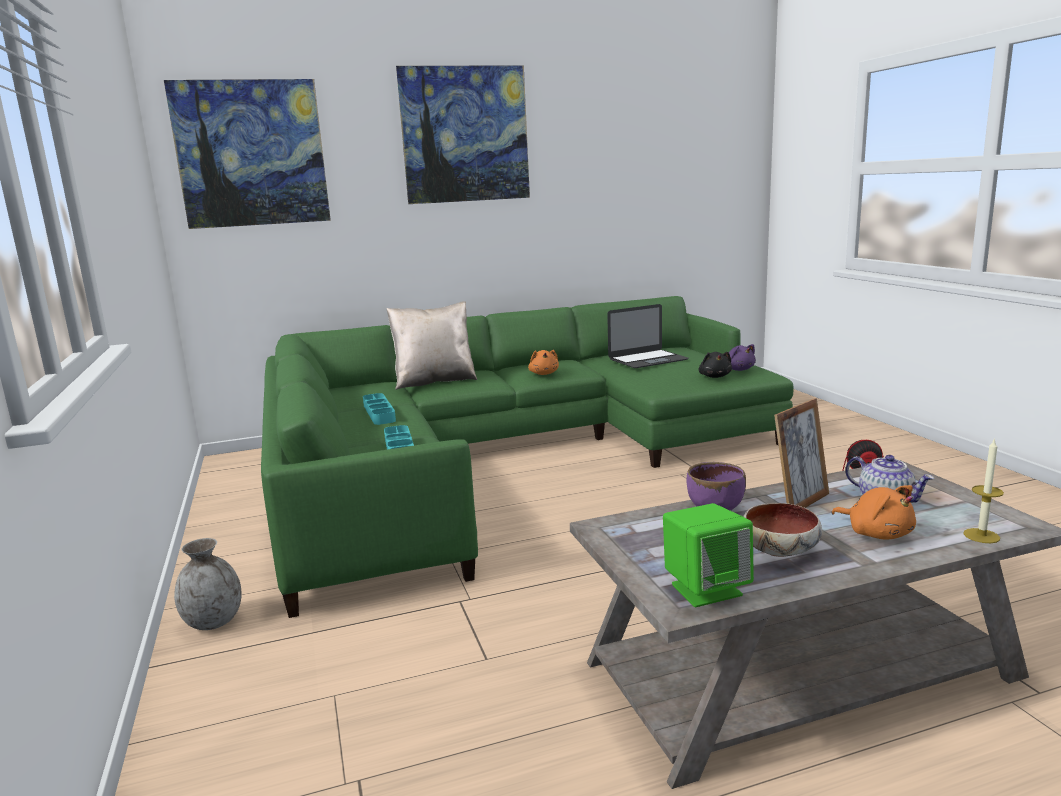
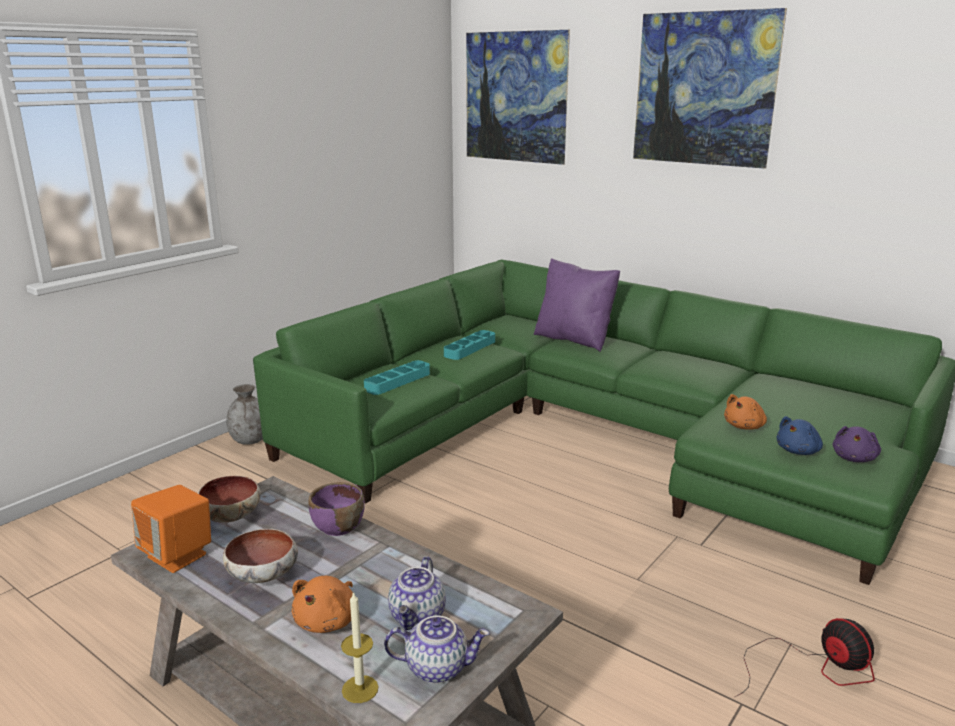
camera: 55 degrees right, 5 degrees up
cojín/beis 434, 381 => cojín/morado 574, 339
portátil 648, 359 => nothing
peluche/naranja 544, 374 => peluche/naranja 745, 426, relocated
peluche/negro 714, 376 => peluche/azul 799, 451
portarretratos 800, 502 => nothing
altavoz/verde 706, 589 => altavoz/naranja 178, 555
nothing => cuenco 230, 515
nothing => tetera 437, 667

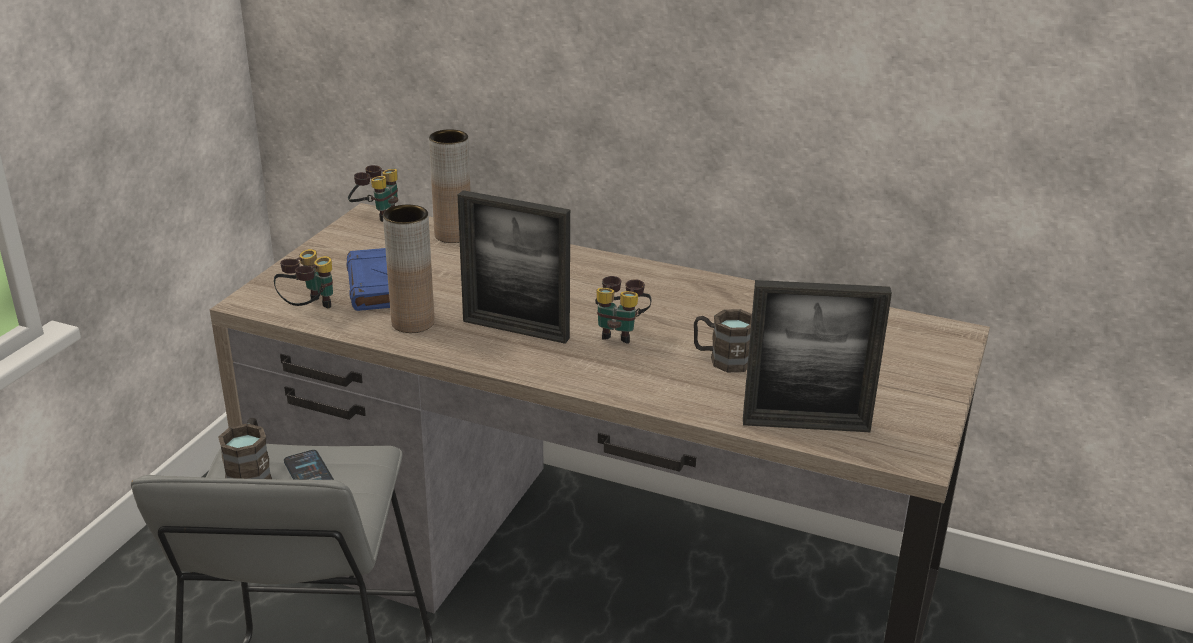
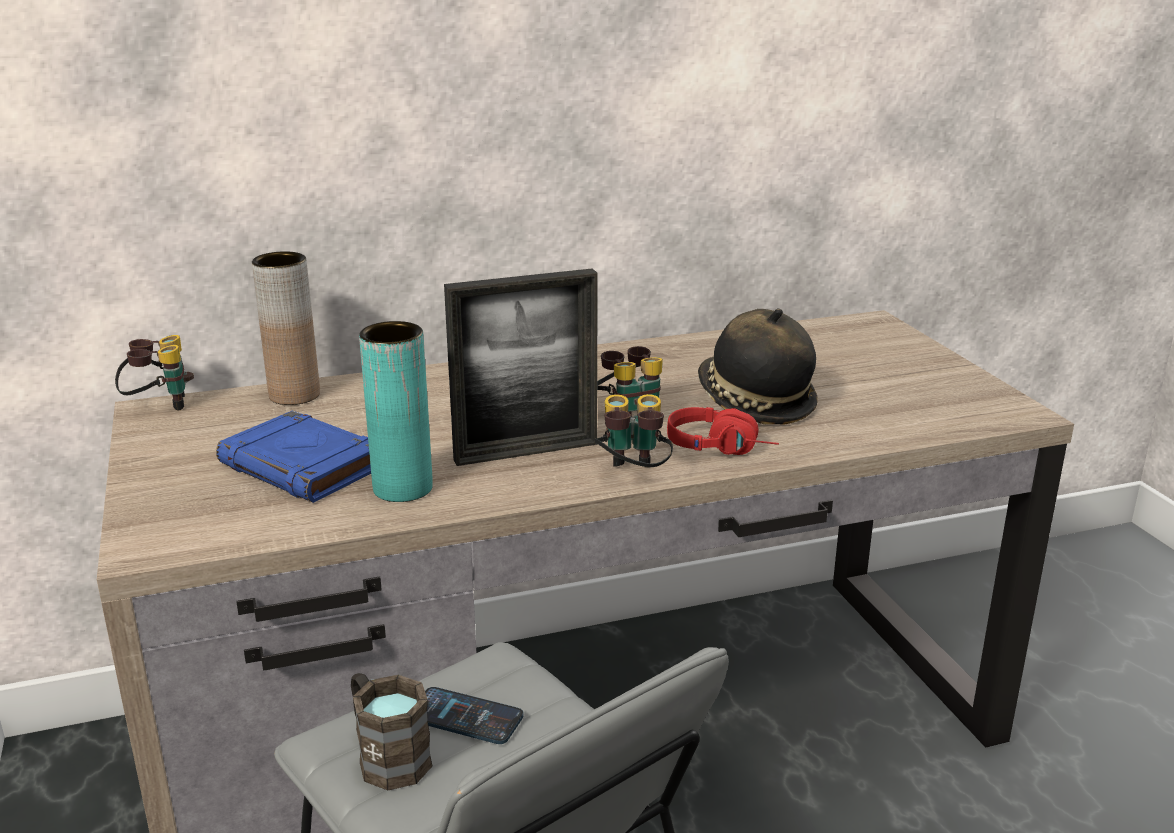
camera: 40 degrees left, 5 degrees down
florero/marrón 413, 323 => florero/turquesa 403, 488
prismáticos 308, 309 => prismáticos 632, 475, relocated
portarretratos 806, 425 => nothing
taza grande/marrón 722, 359 => sombrero 753, 403
nothing => auriculares/rojo 722, 448

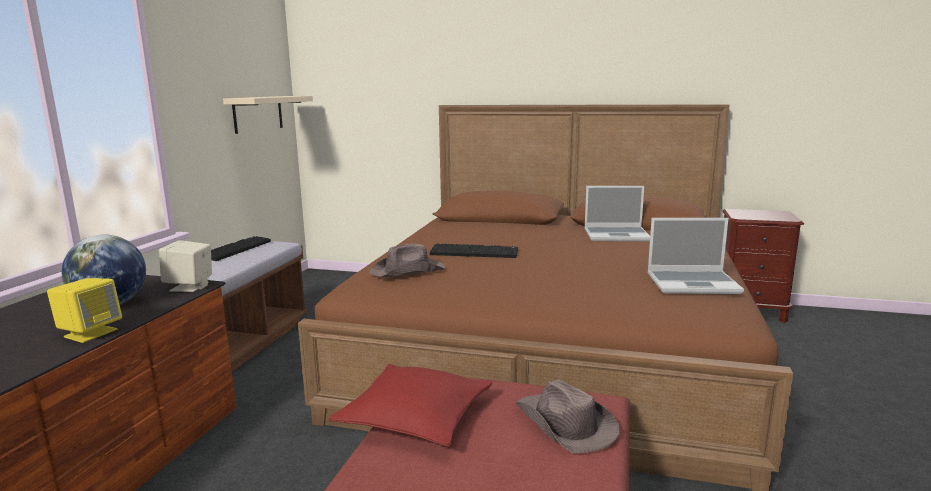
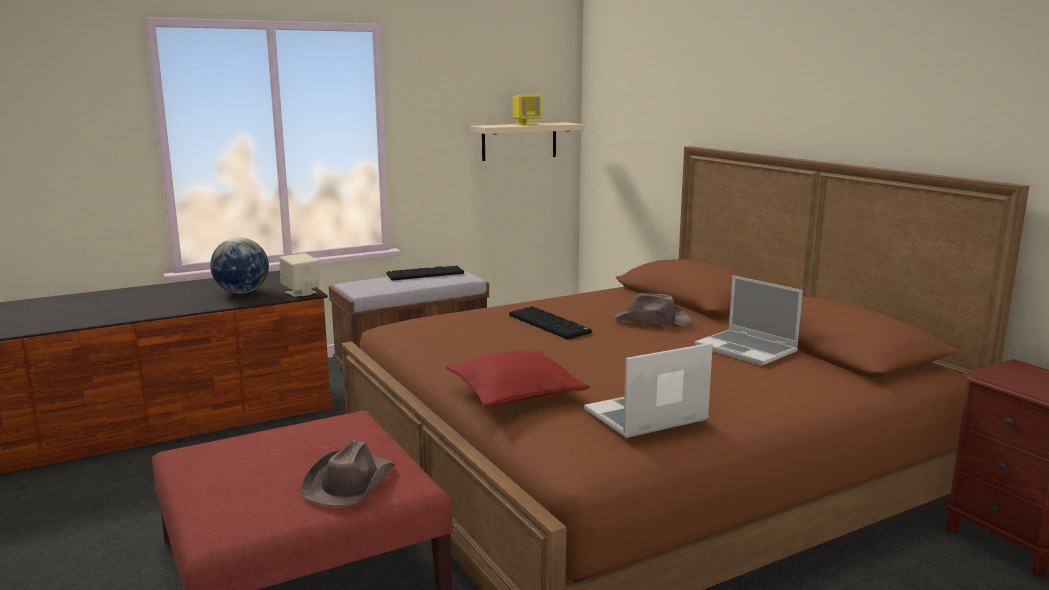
camera: 45 degrees right, 0 degrees up
portátil 693, 283 => portátil 645, 417, 105 degrees clockwise
sombrero/marrón 408, 271 => sombrero/marrón 652, 321, relocated
altavoz/amarillo 90, 333 => altavoz/amarillo 526, 124, relocated
cojín/rojo 415, 417 => cojín/rojo 515, 393, relocated

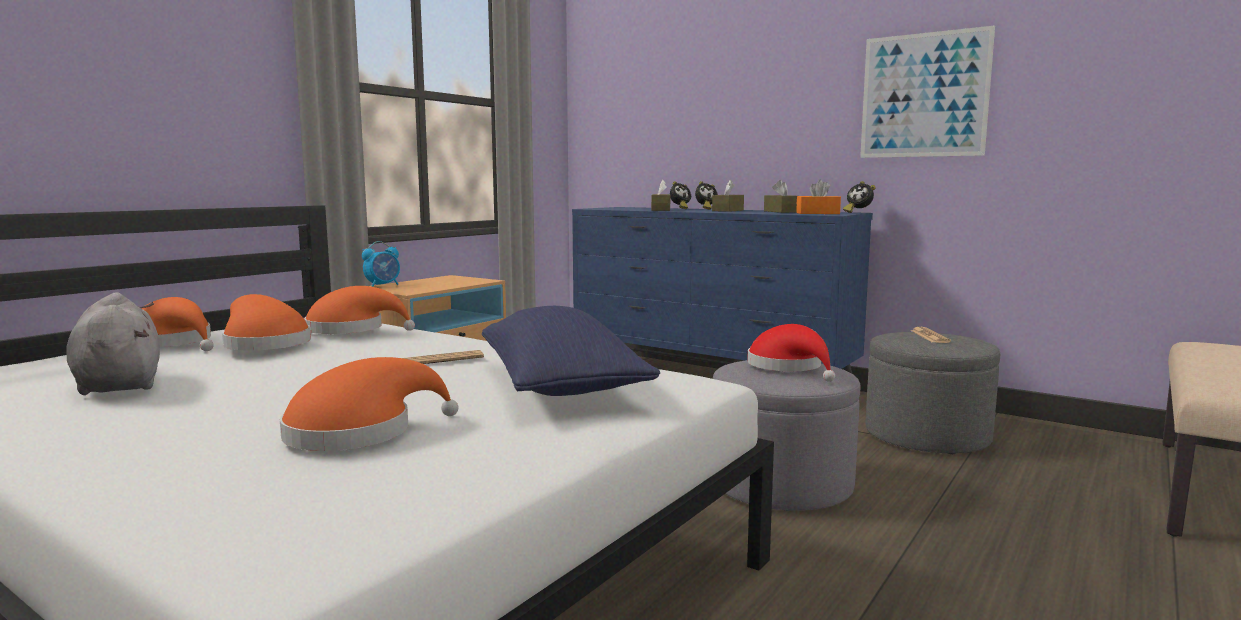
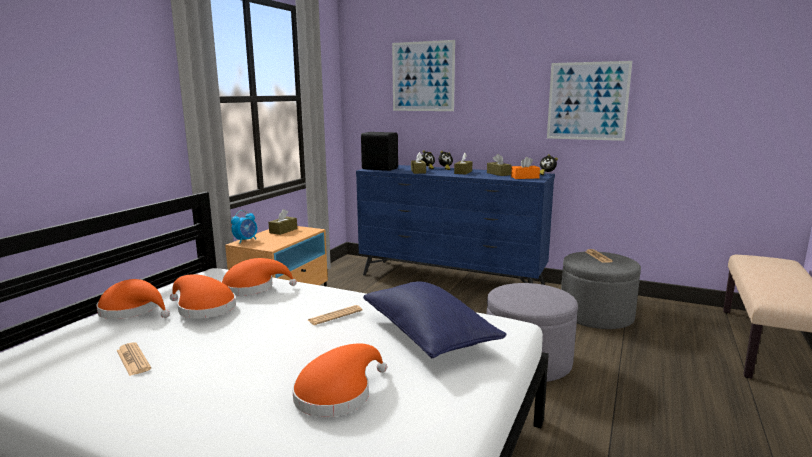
camera: 10 degrees left, 5 degrees up
peluche/gris 119, 384 => periódico 133, 359
sombrero/rojo 788, 367 => nothing
nothing => cuadro 423, 76
nothing => altavoz/negro 379, 169
nothing => caja de pañuelos/marrón 283, 231

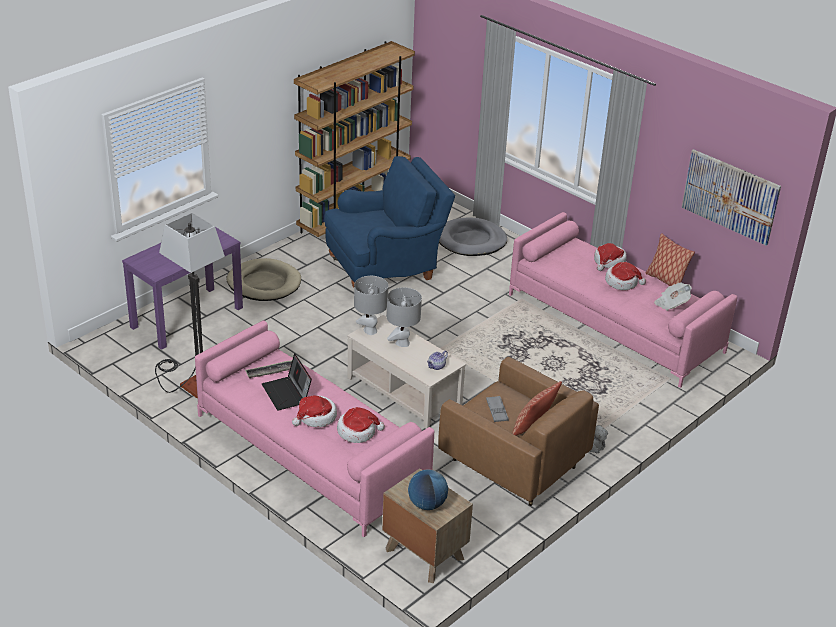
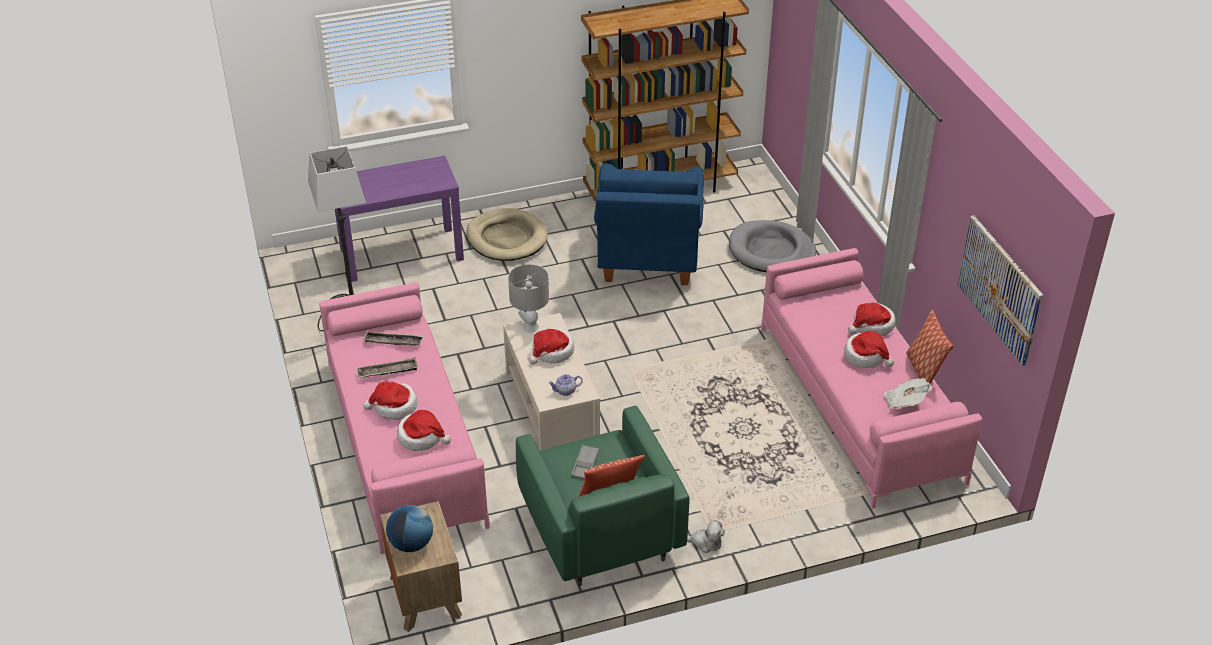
camera: 30 degrees right, 5 degrees up
sillón/azul 386, 268 => sillón/azul 648, 258, 90 degrees clockwise
lámpara de mesa/gris 402, 343 => sombrero 552, 352
portátil 287, 394 => bandeja 388, 371
sillón/marrón 514, 464 => sillón/verde 600, 532

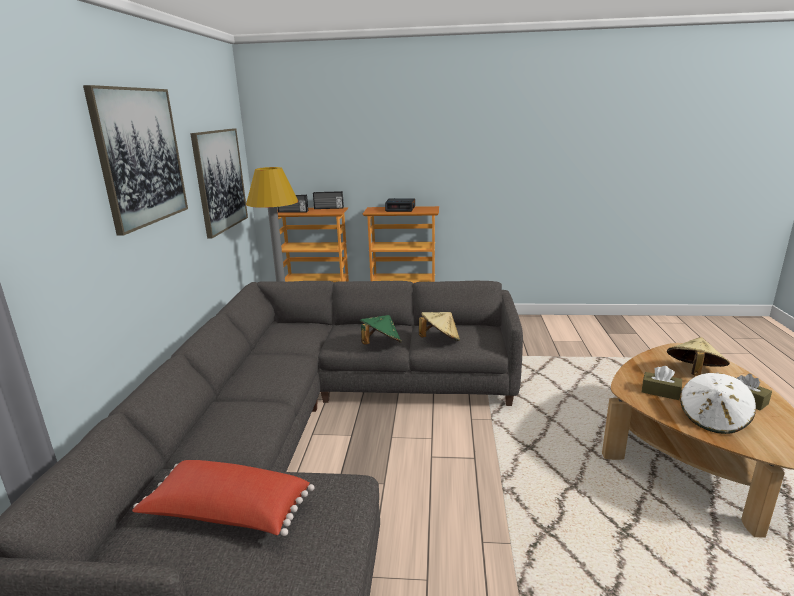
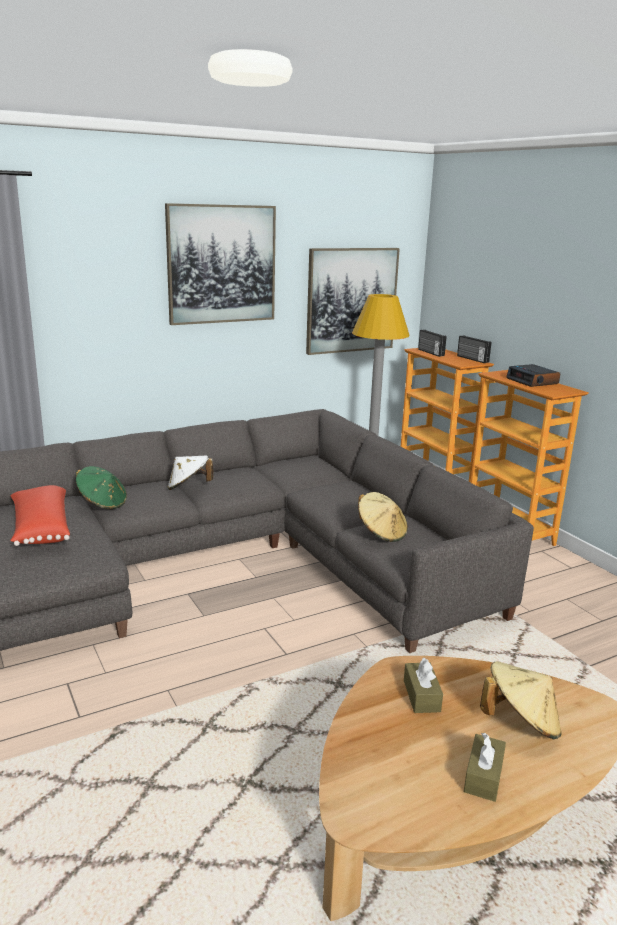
camera: 55 degrees right, 0 degrees up
sombrero/verde 380, 344 => sombrero/verde 102, 503, relocated
sombrero/blanco 713, 419 => sombrero/blanco 189, 487, relocated

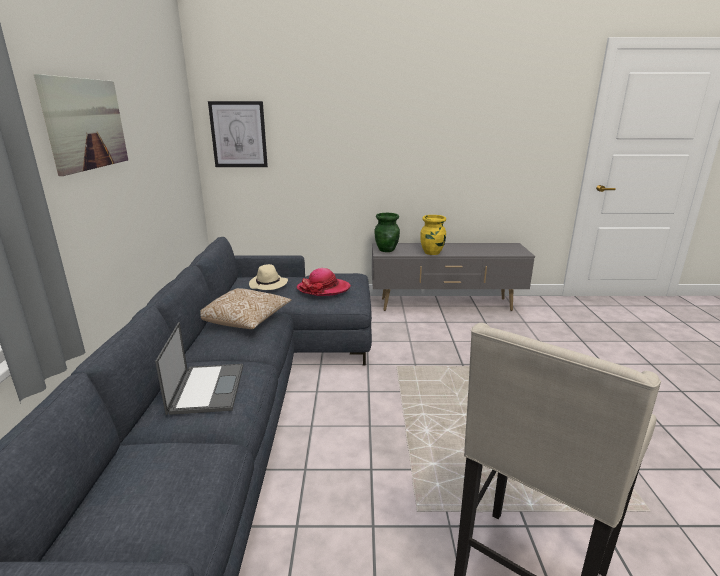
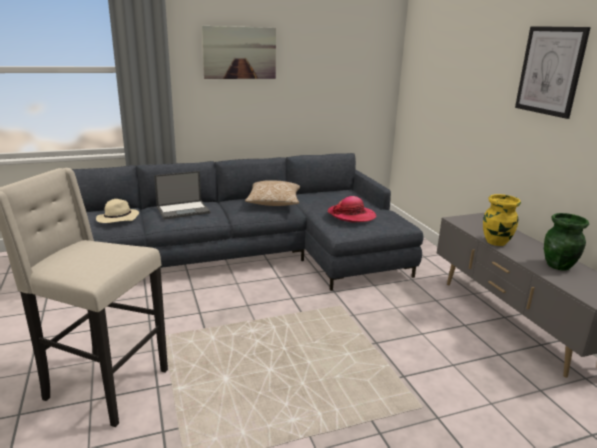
camera: 70 degrees right, 0 degrees up
cuadro 238, 134 => cuadro 550, 71, relocated
florero/verde 387, 250 => florero/verde 559, 266, relocated
sombrero/beis 268, 285 => sombrero/beis 117, 219, relocated

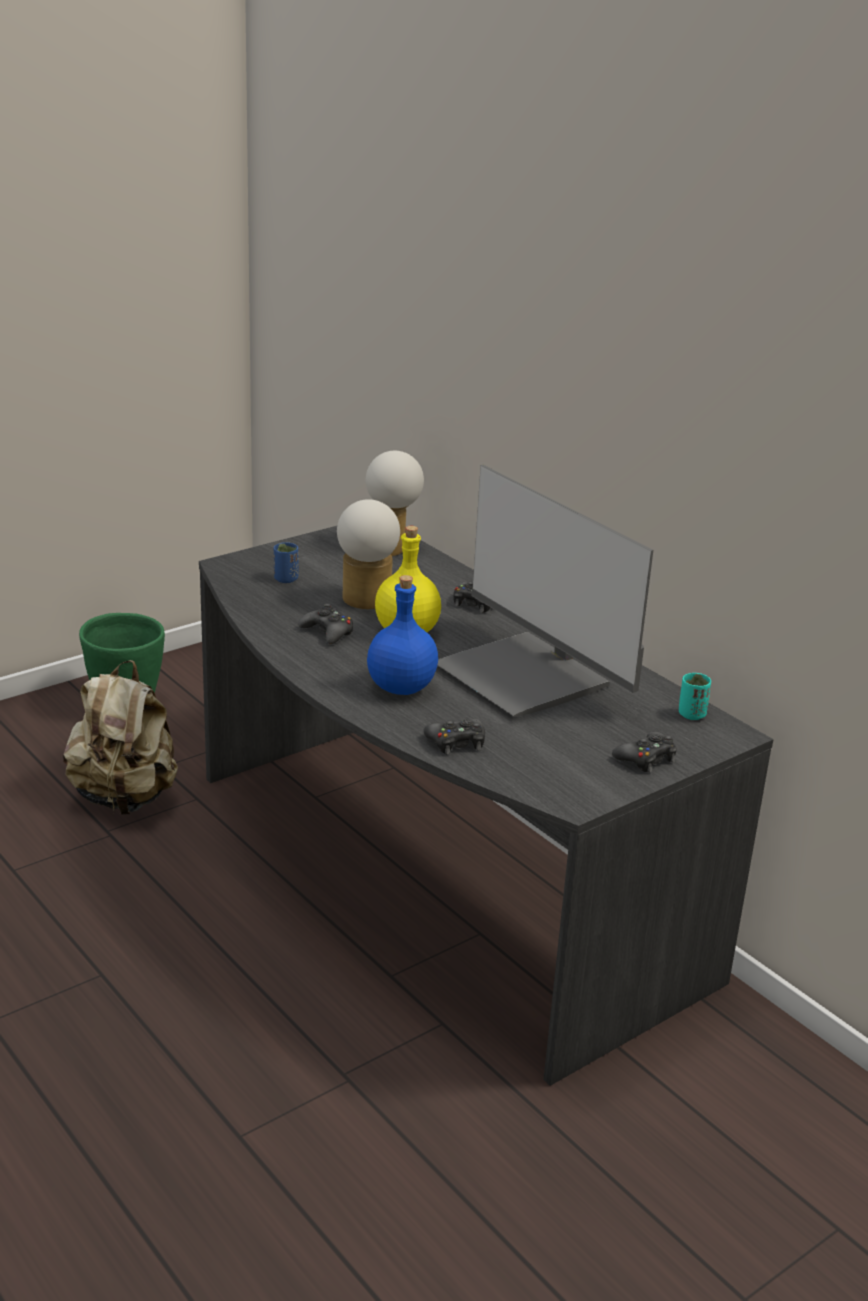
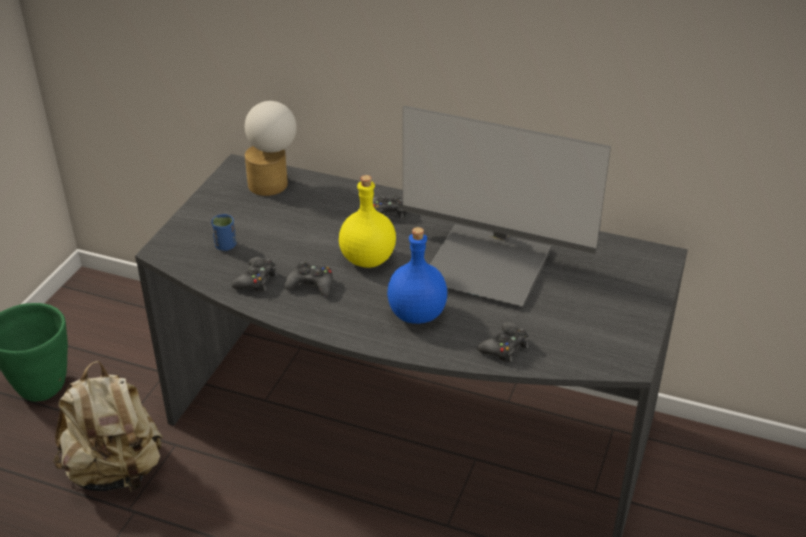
camera: 30 degrees left, 10 degrees up
lámpara de mesa 365, 602 => nothing
taza/turquesa 691, 714 => nothing
mando de consola/negro 646, 759 => mando de consola/negro 256, 280, relocated

